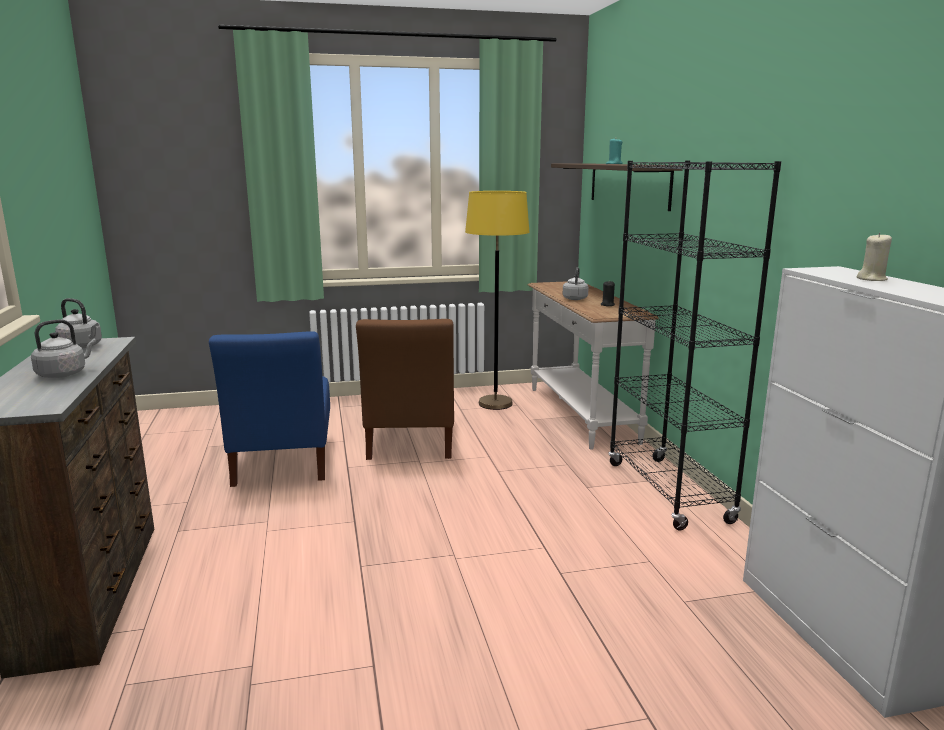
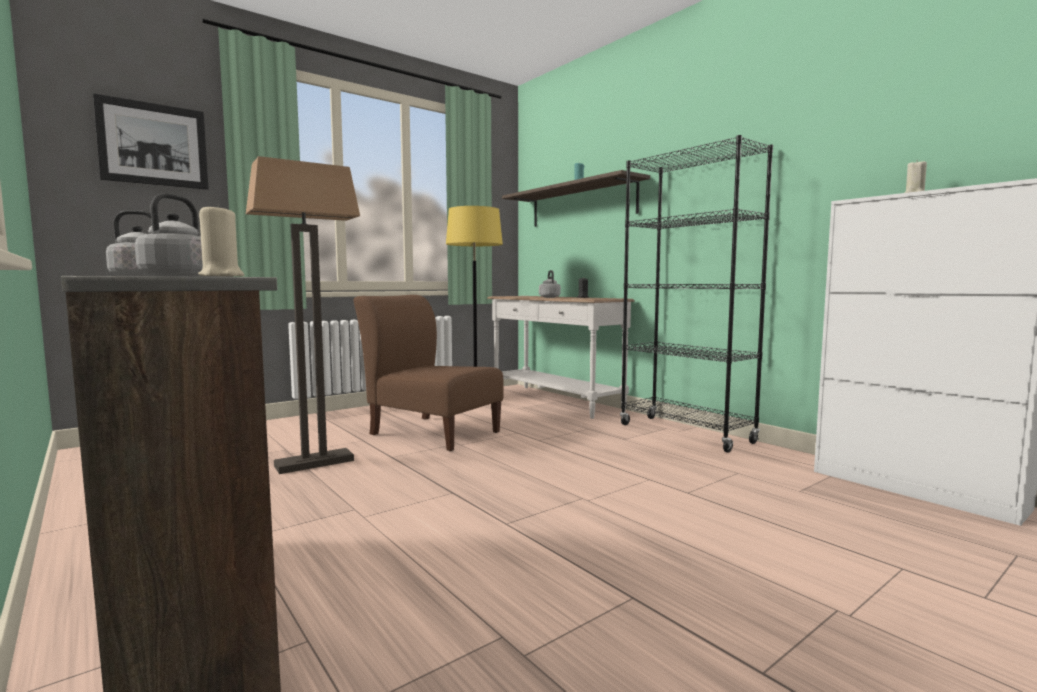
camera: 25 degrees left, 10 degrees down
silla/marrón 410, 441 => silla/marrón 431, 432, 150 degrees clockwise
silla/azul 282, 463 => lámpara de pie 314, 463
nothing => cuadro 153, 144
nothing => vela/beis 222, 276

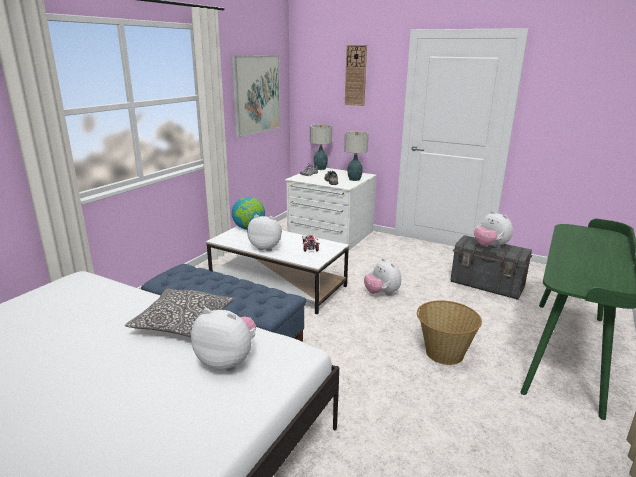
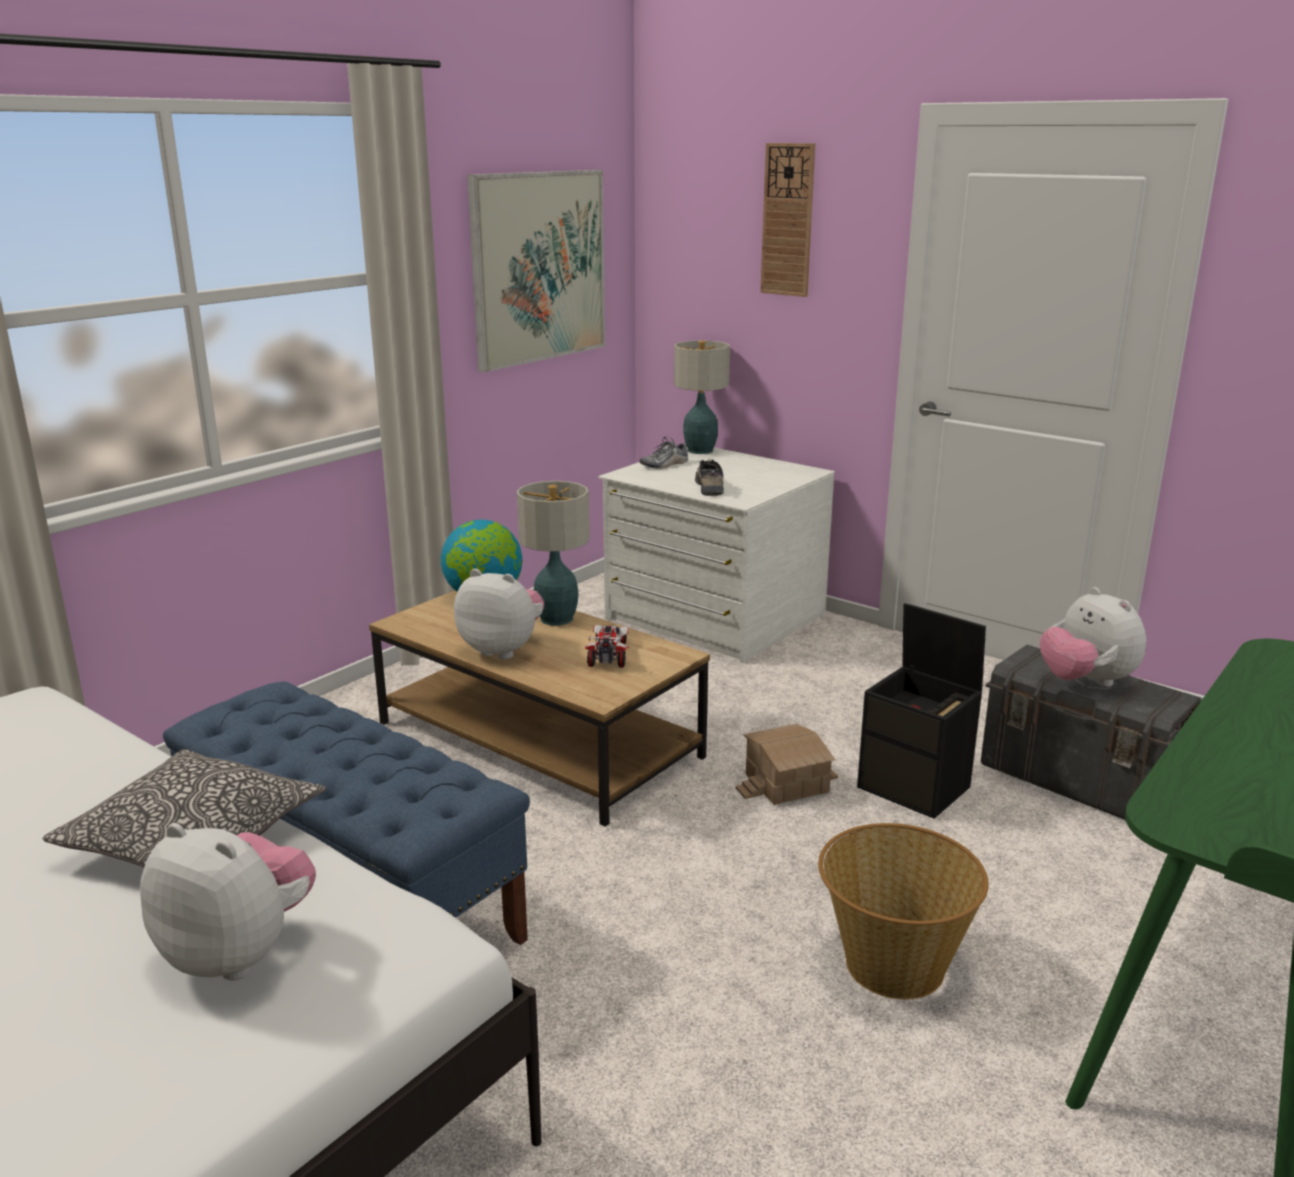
camera: 10 degrees right, 0 degrees up
lámpara de mesa 354, 179 => lámpara de mesa 556, 618, relocated
mesa de centro/blanco 277, 284 => mesa de centro/marrón 537, 740
peluche 381, 293 => casita 788, 784
nothing => caja de almacenaje/negro 916, 787

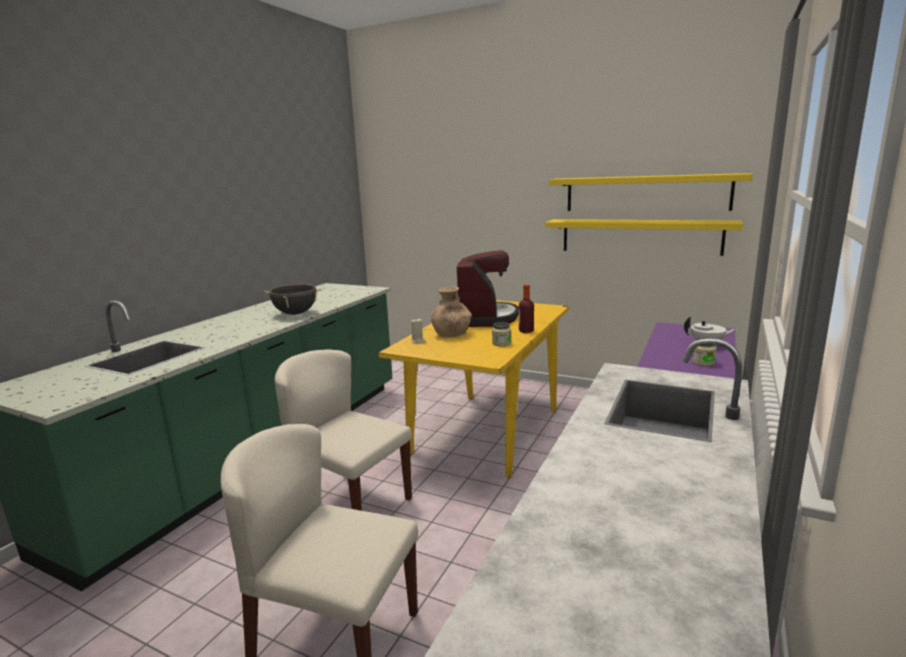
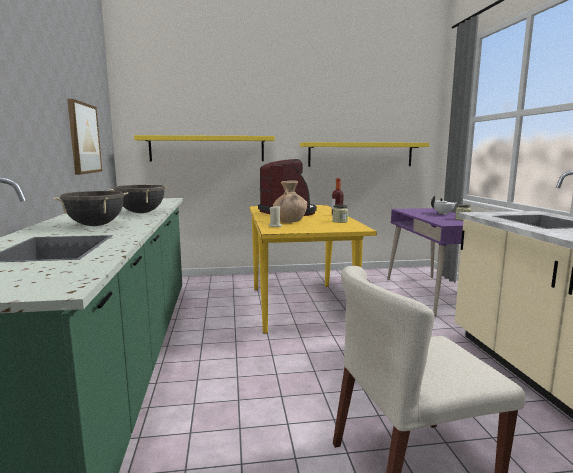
camera: 35 degrees left, 5 degrees down
estante/amarillo 645, 193 => estante/amarillo 207, 148, relocated
silla/beis 350, 505 => nothing
nothing => cuadro 83, 138
nothing => olla/negro 95, 225

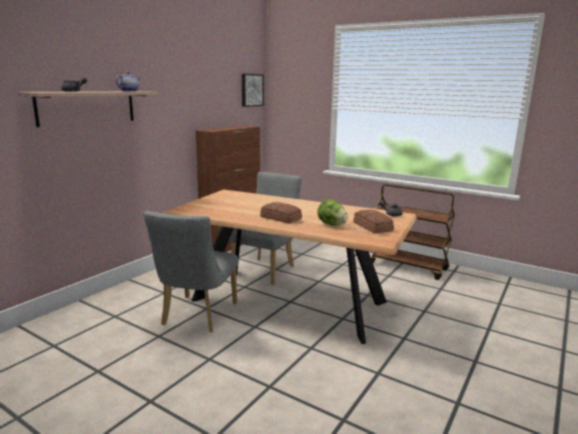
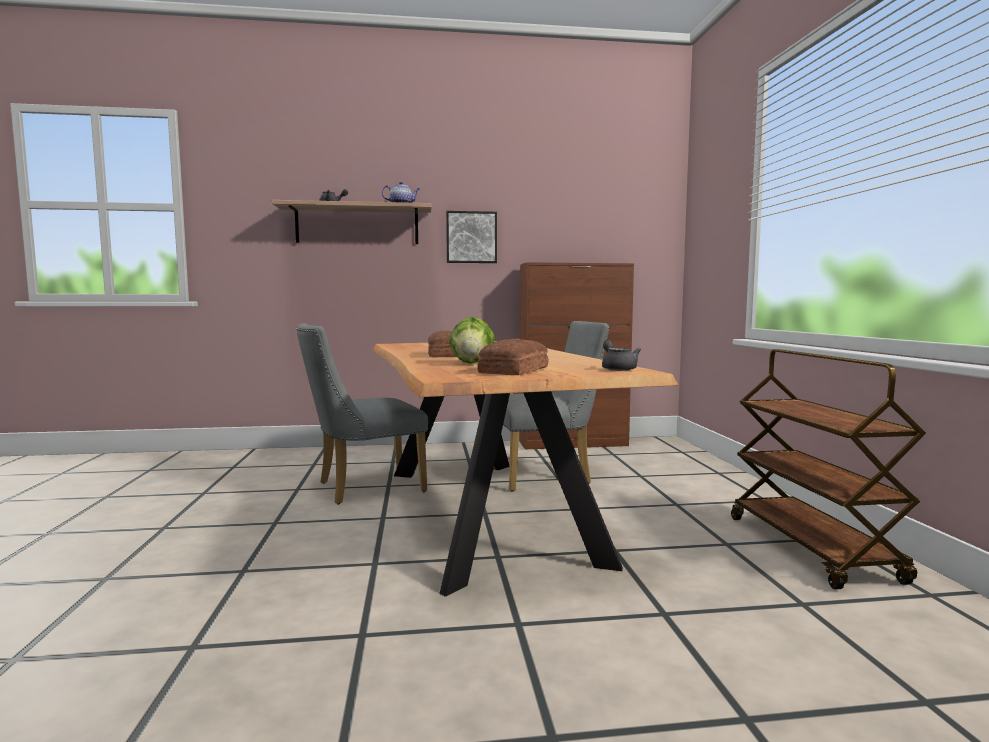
camera: 50 degrees right, 10 degrees down
cuadro 251, 90 => cuadro 471, 237, relocated

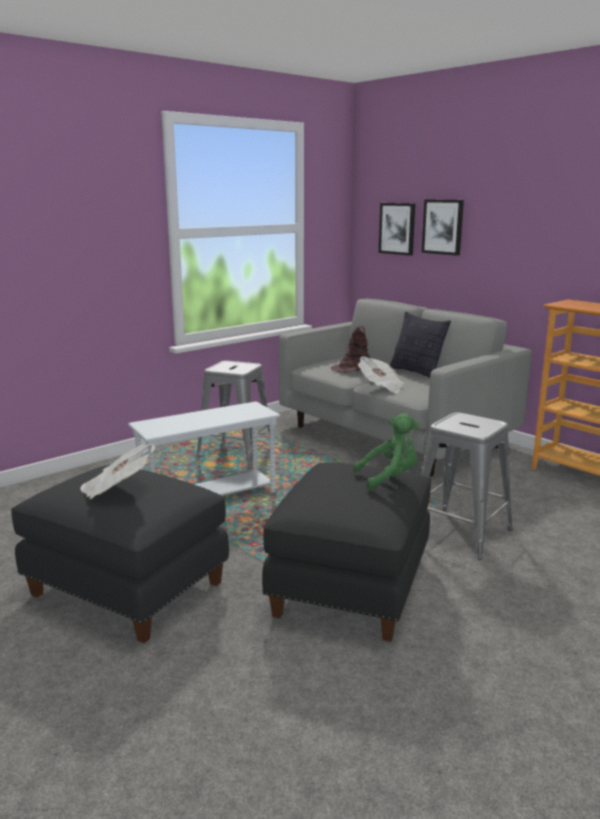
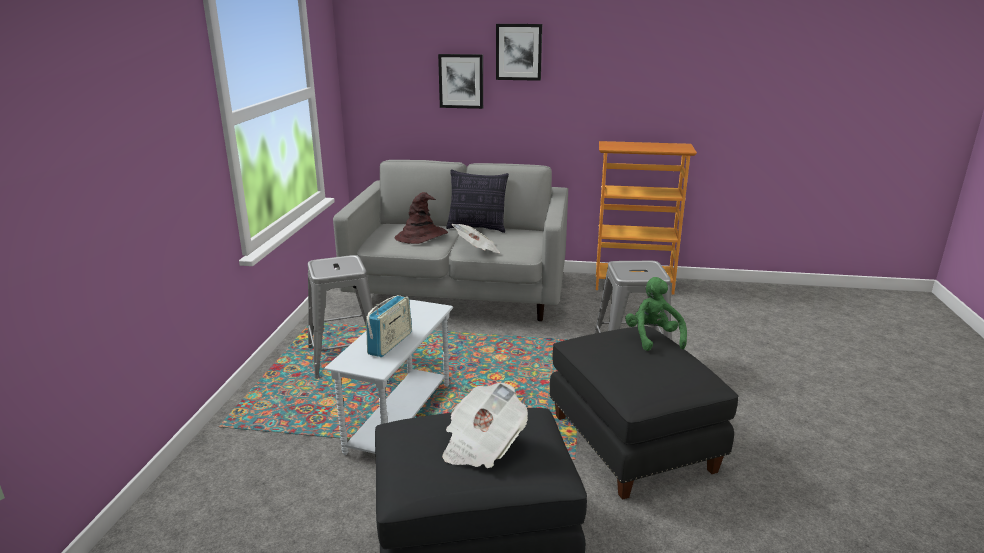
camera: 40 degrees left, 5 degrees up
cuadro 397, 228 => cuadro 518, 52, relocated
peluche/verde 390, 478 => peluche/verde 653, 338, 45 degrees counterclockwise
nothing => radio 390, 343

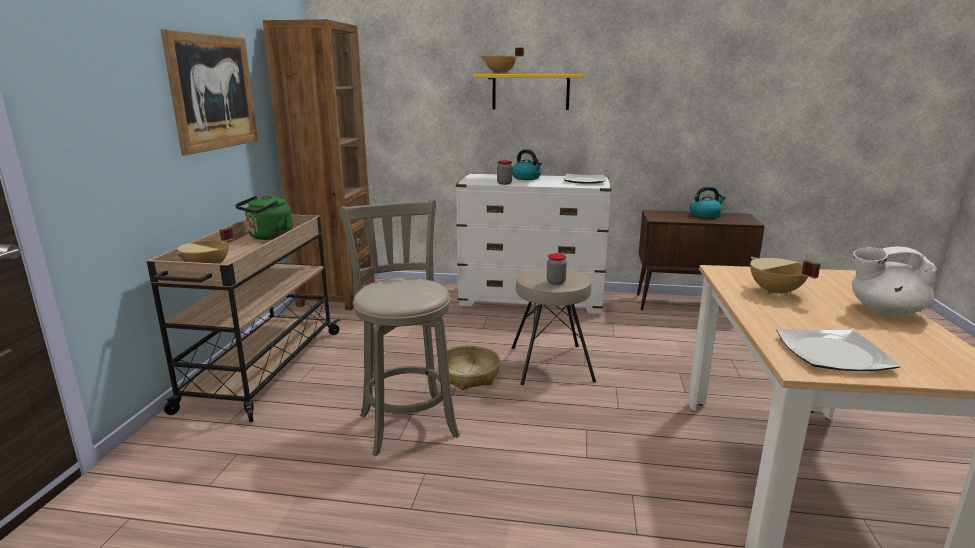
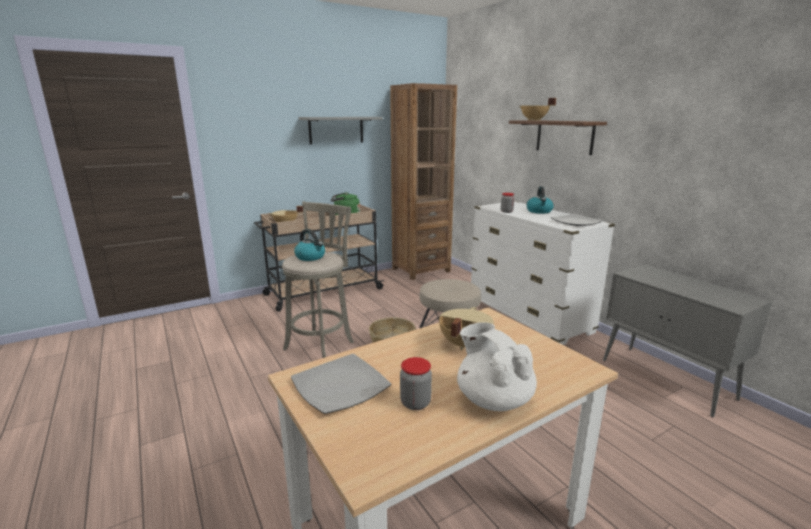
camera: 50 degrees right, 0 degrees up
cuadro 213, 92 => estante/gris 336, 130
estante/amarillo 530, 92 => estante/marrón 564, 136
hervidor 705, 215 => hervidor 311, 257, relocated
armario/marrón 690, 305 => armario/gris 667, 379
tarro 556, 282 => tarro 415, 403, relocated

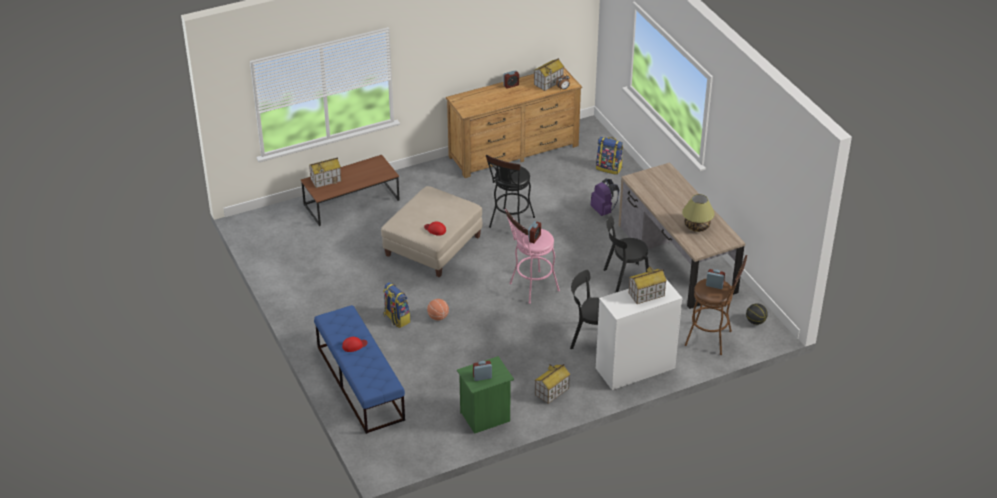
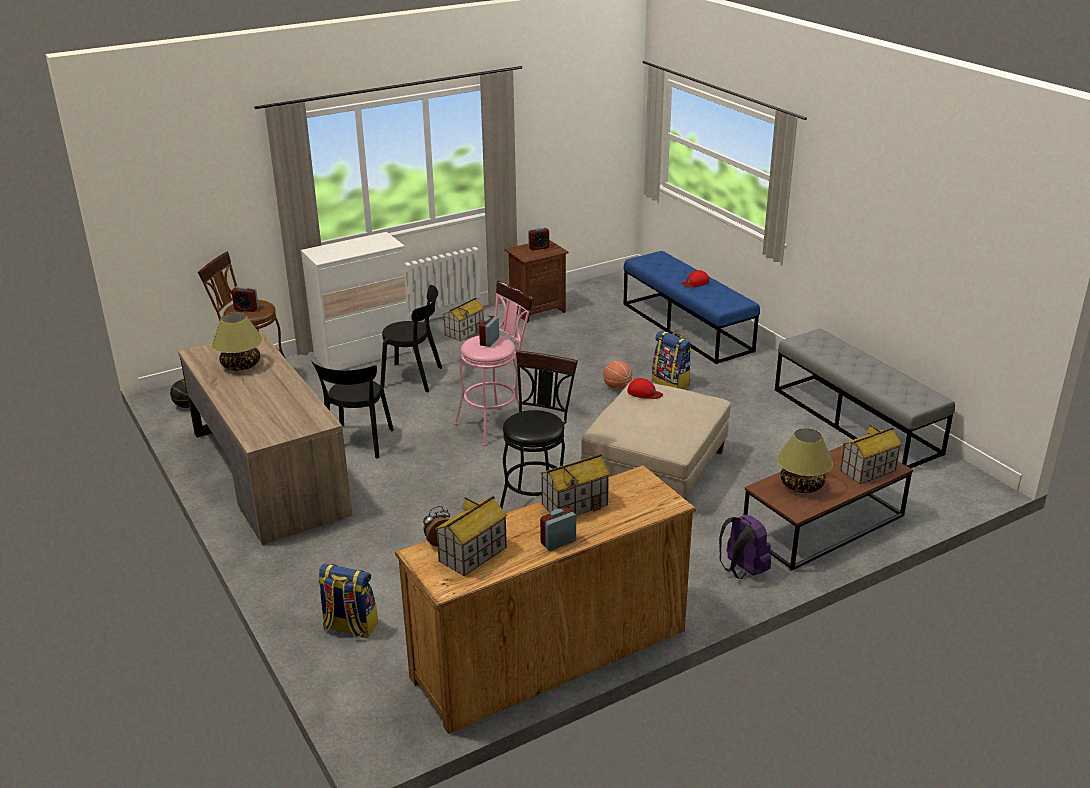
camera: 175 degrees right, 10 degrees down
mochila/morado 603, 210 => mochila/morado 742, 571, relocated
silla/negro 624, 278 => silla/negro 357, 443, 120 degrees clockwise
casita 646, 294 => casita 575, 504, relocated
mesita de noche/verde 486, 417 => mesita de noche/marrón 536, 310
nothing => banco/gris 856, 421
nothing => lámpara de mesa 802, 485

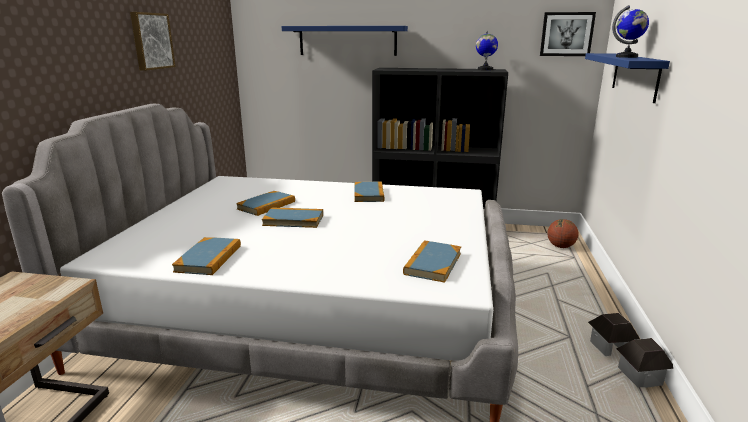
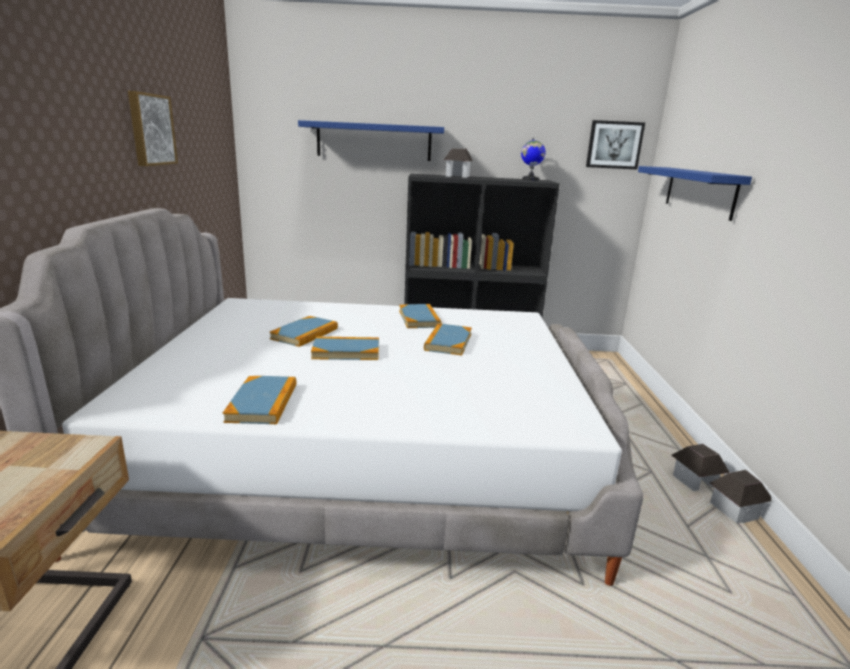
camera: 10 degrees left, 0 degrees up
globo terráqueo 627, 57 => nothing
balón de baloncesto 560, 246 => nothing
libro 432, 263 => libro 448, 342, relocated
nothing => casita 457, 176

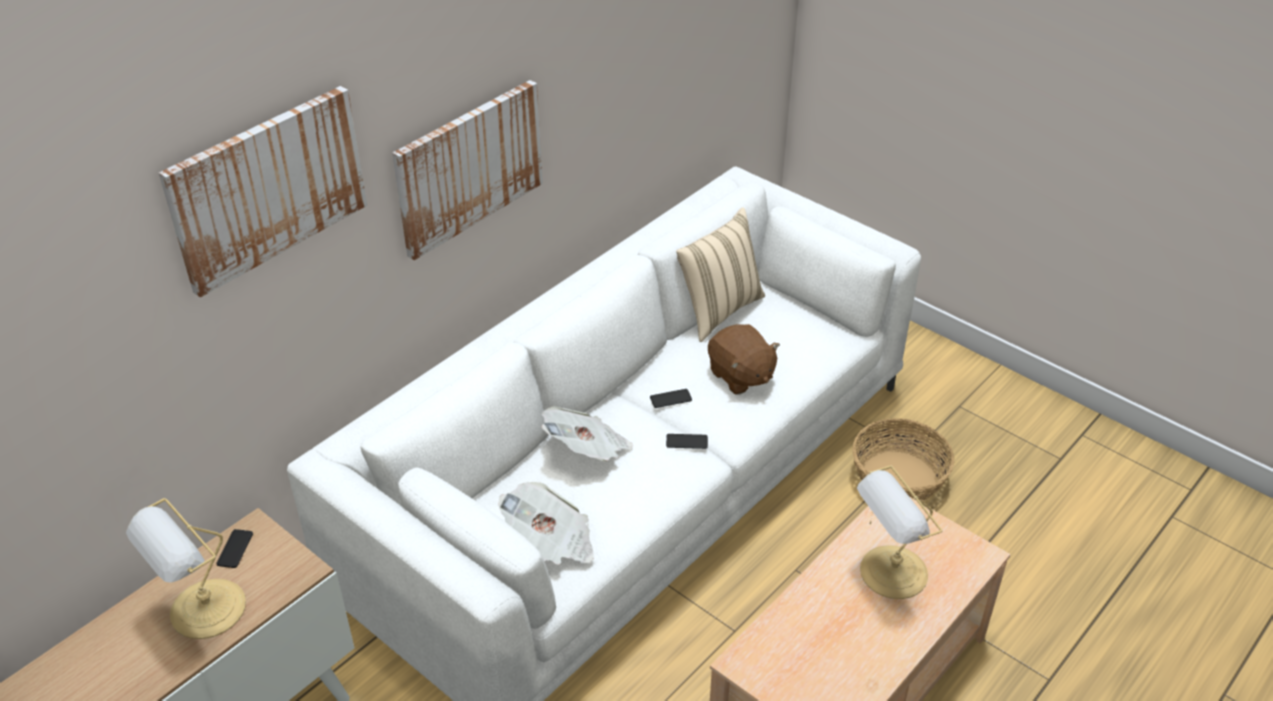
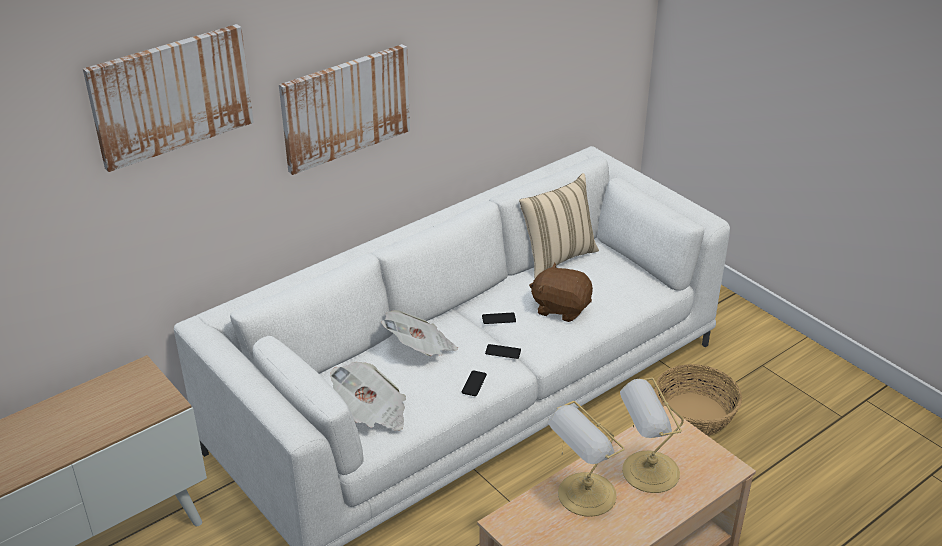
camera: 10 degrees right, 5 degrees down
peluche/marrón 740, 376 => peluche/marrón 561, 308, 135 degrees clockwise
lámpara de mesa 204, 611 => lámpara de mesa 584, 496, relocated
móvil 235, 549 => móvil 474, 383, relocated

